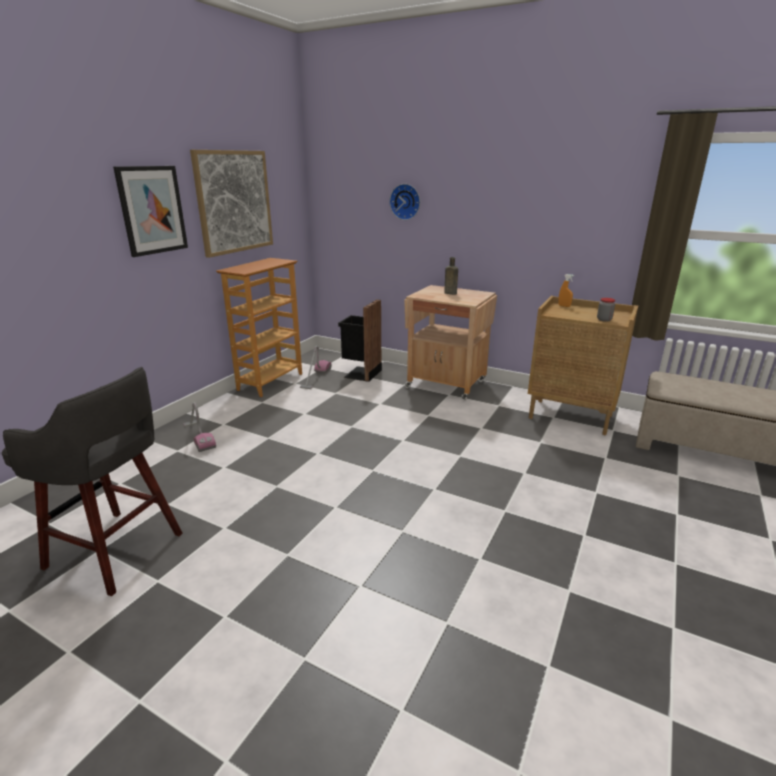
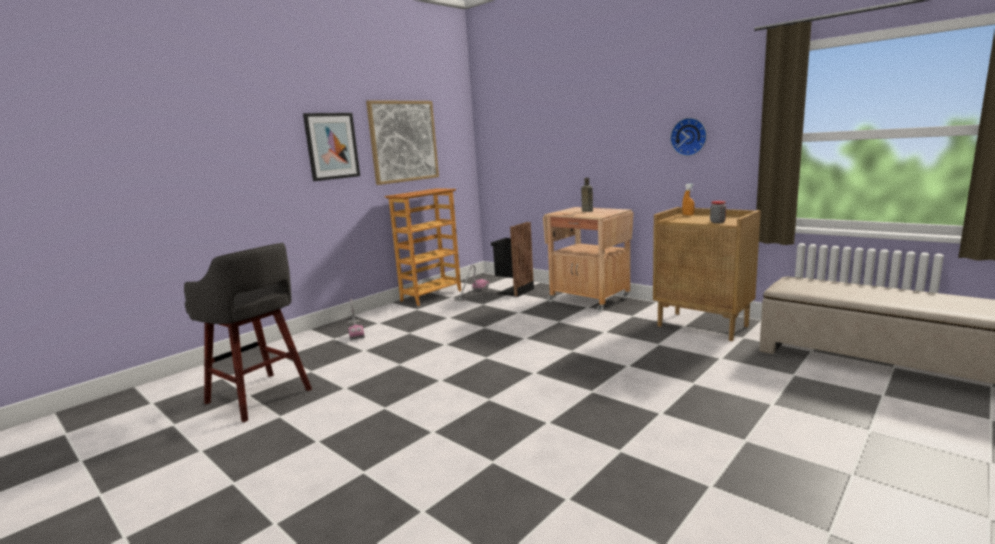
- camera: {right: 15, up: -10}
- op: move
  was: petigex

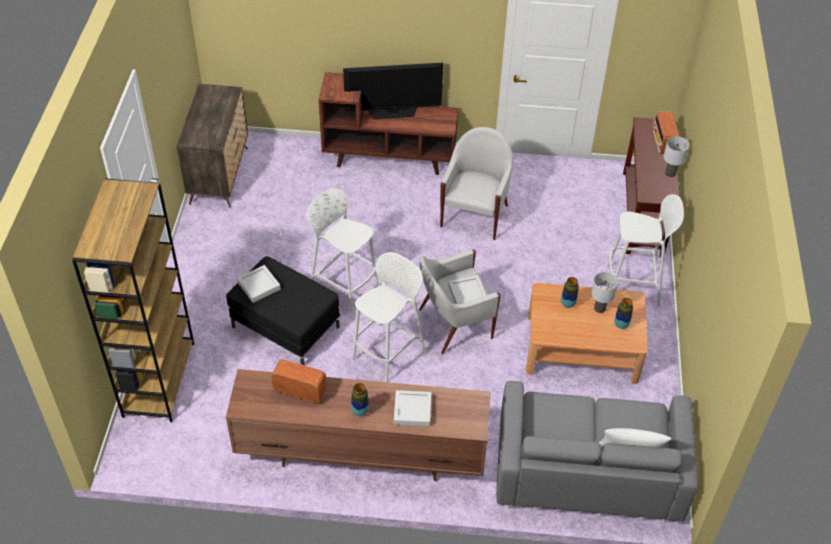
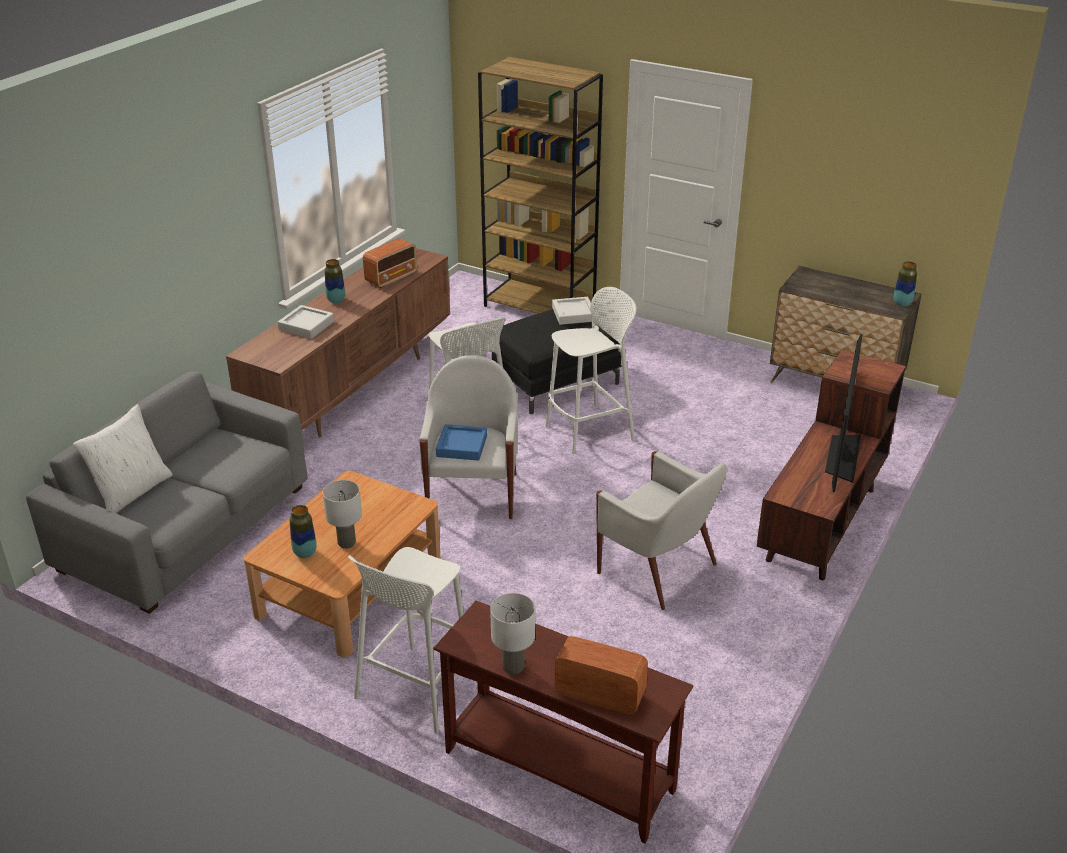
- camera: {right: 115, up: -15}
- op: recolor
  was: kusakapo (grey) (3rd from left)
  now: kusakapo (blue)
- op: move
  was: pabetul (2nd from left in the first image)
  now: pabetul (3rd from left)

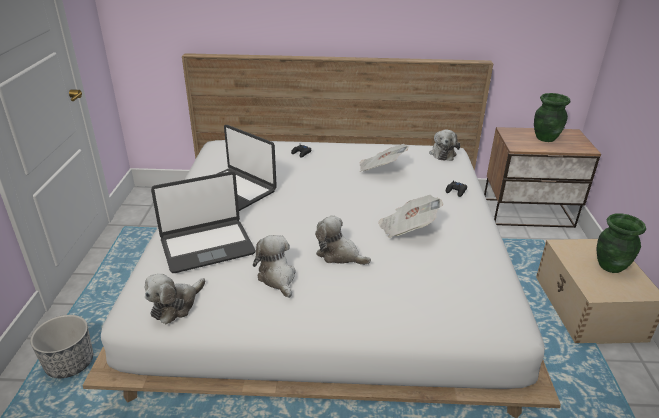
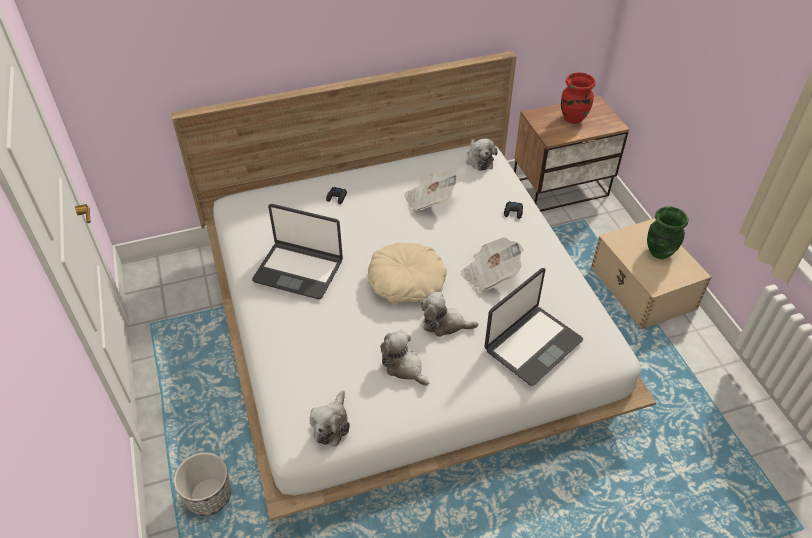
- camera: {right: -20, up: 15}
- op: insert
  now: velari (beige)
- op: move
  was: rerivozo (1st from left in the first image)
  now: rerivozo (2nd from left)
- op: recolor
  was: pabetul (green) (1st from left)
  now: pabetul (red)

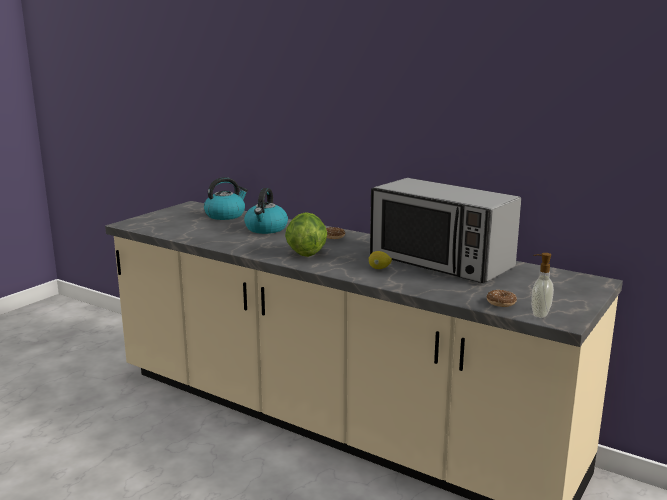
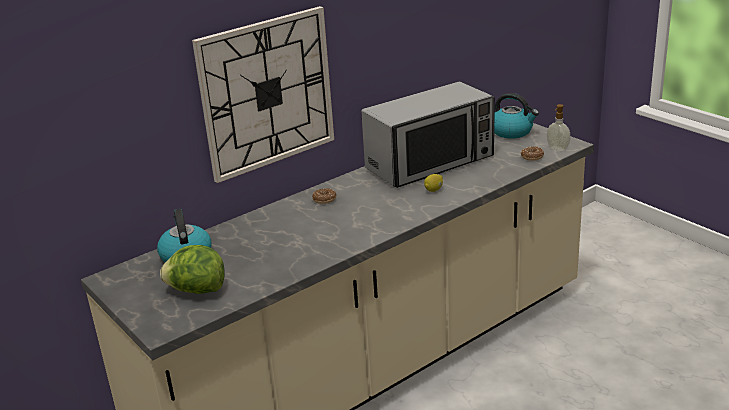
- camera: {right: -70, up: 10}
- op: move
  was: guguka
- op: insert
  now: petigex
- op: move
  was: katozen (2nd from left)

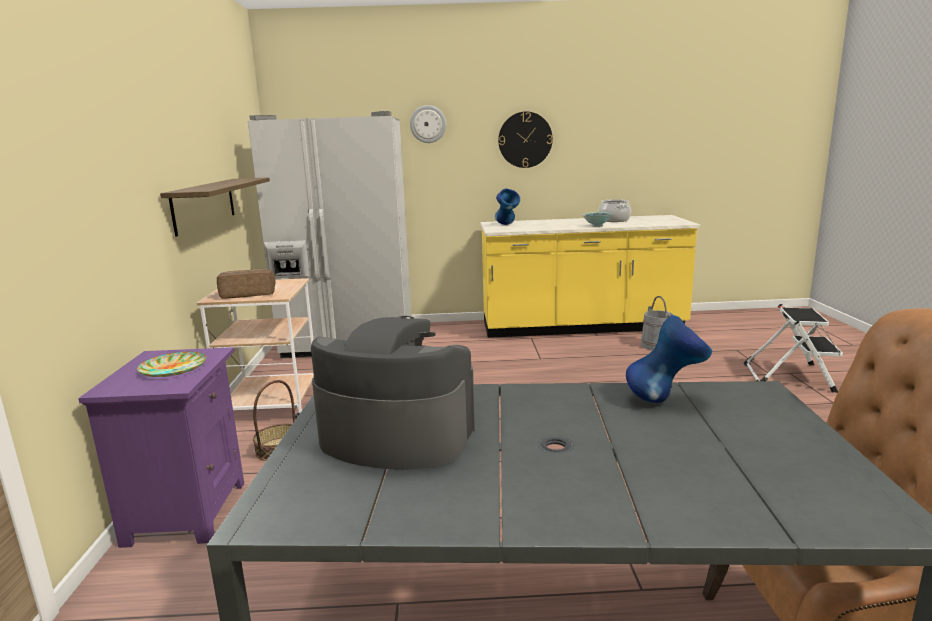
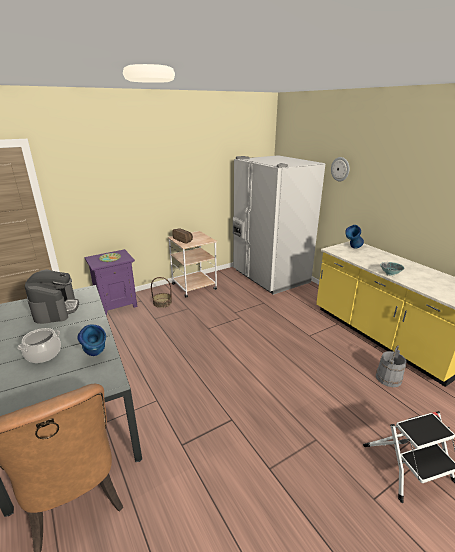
- camera: {right: 60, up: 10}
- op: move
  was: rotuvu
- op: delete
  was: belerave
- op: delete
  was: petigex (2nd from left)

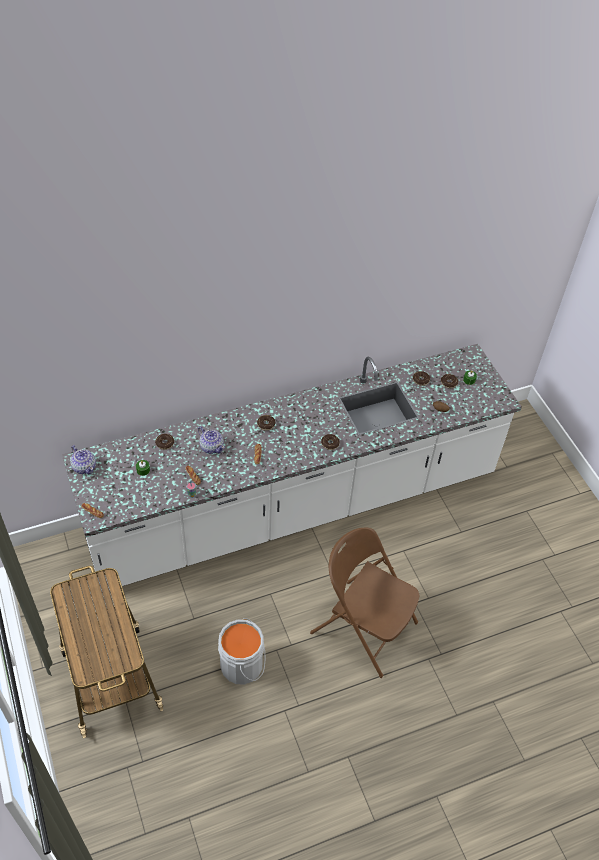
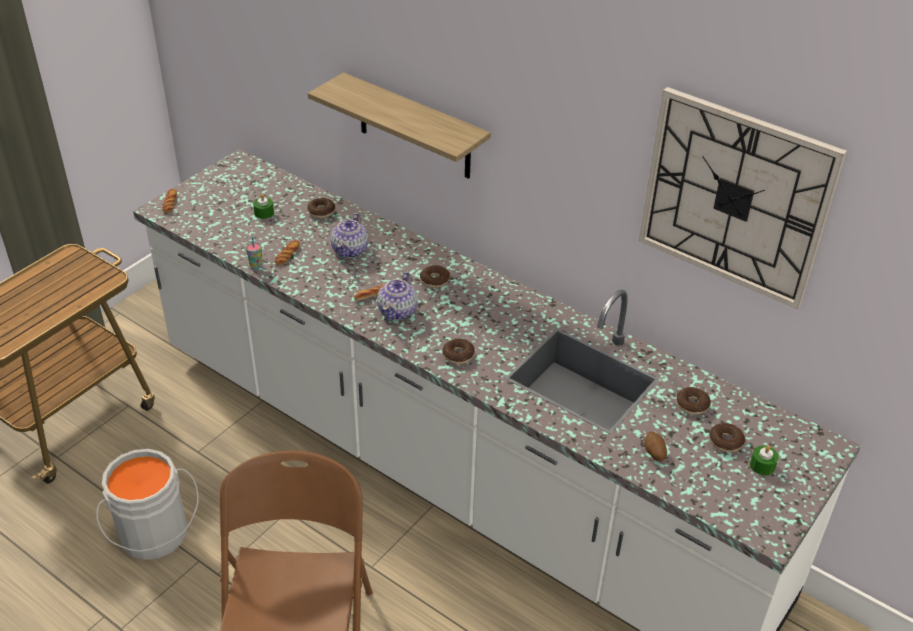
- camera: {right: 60, up: -10}
- op: insert
  now: belerave
- op: move
  was: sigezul (1st from left in the first image)
  now: sigezul (2nd from left)
- op: insert
  now: petigex

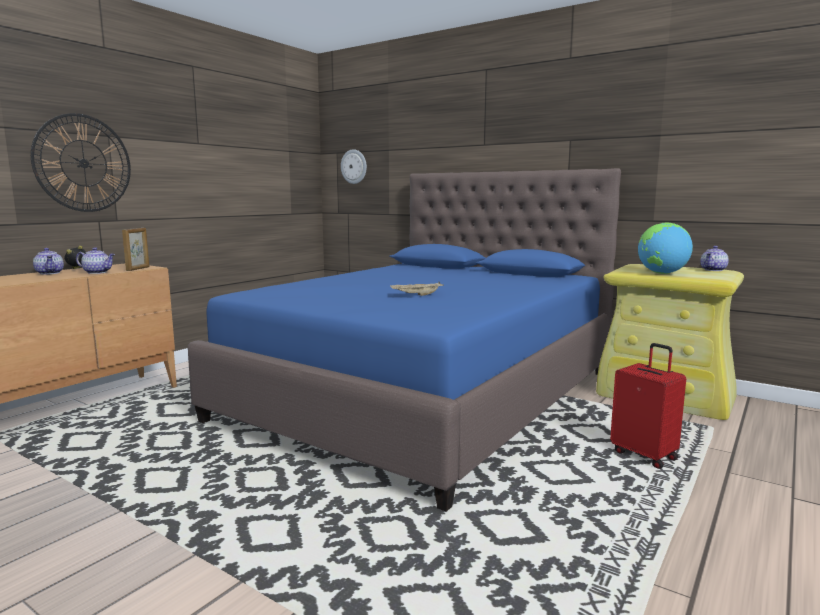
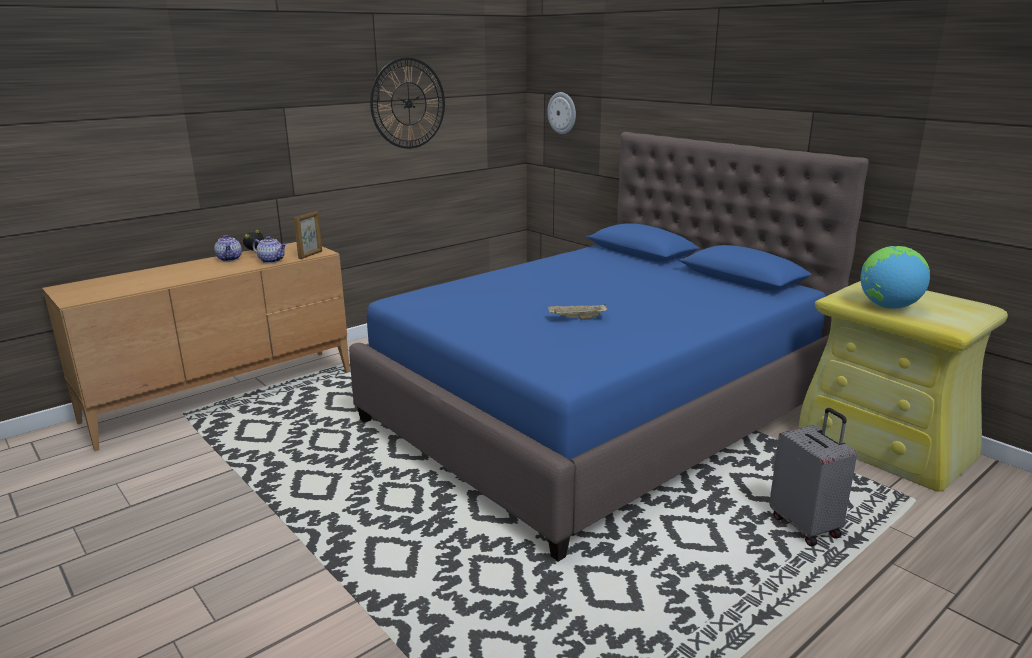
- camera: {right: 15, up: 10}
- op: move
  was: petigex (1st from left)
- op: recolor
  was: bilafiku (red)
  now: bilafiku (grey)
- op: delete
  was: sigezul (3rd from left)

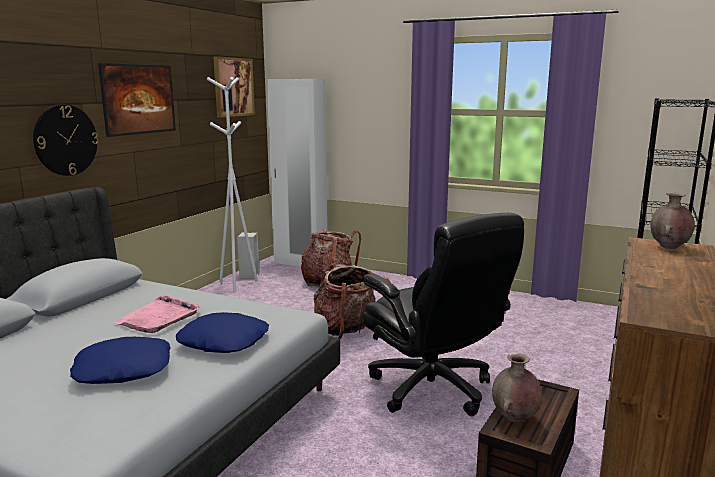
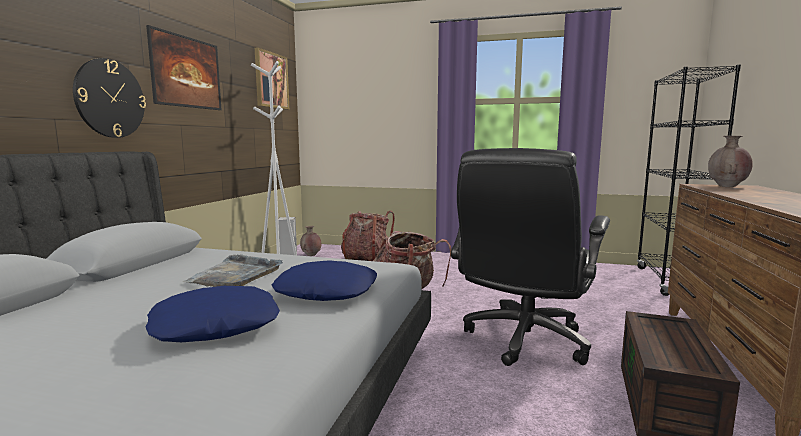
- camera: {right: -10, up: -5}
- op: recolor
  was: kusakapo (pink)
  now: kusakapo (grey)
- op: move
  was: pabetul (brown) (1st from left)
- op: rotate
  was: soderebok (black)
  clockwise: 75
- op: delete
  was: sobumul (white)

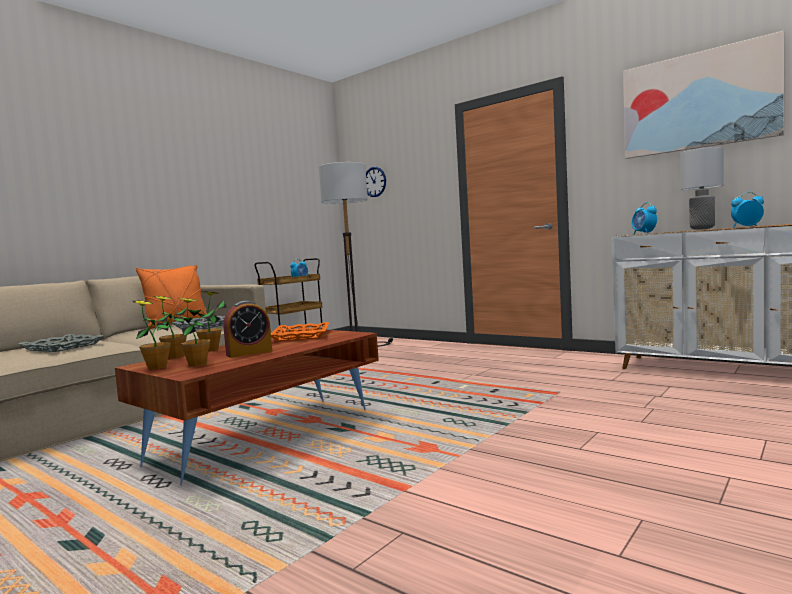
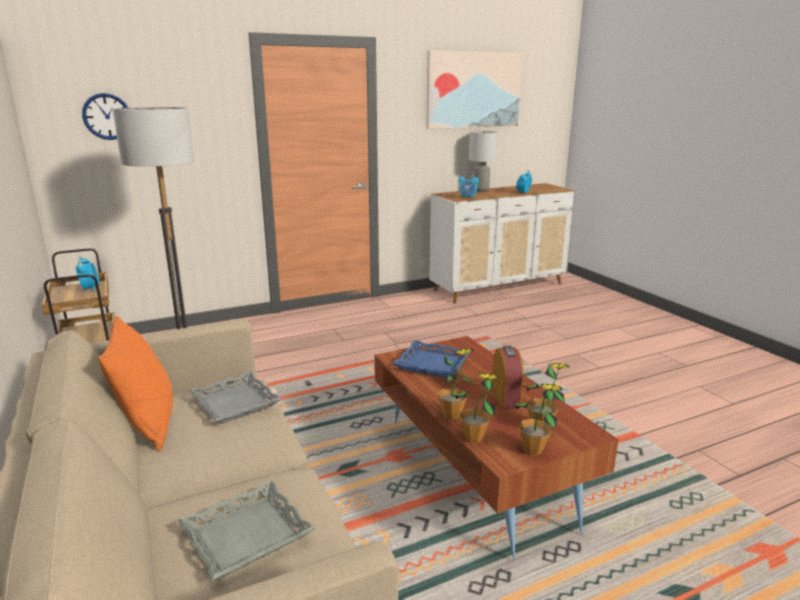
- camera: {right: -65, up: 15}
- op: recolor
  was: kusakapo (orange)
  now: kusakapo (blue)

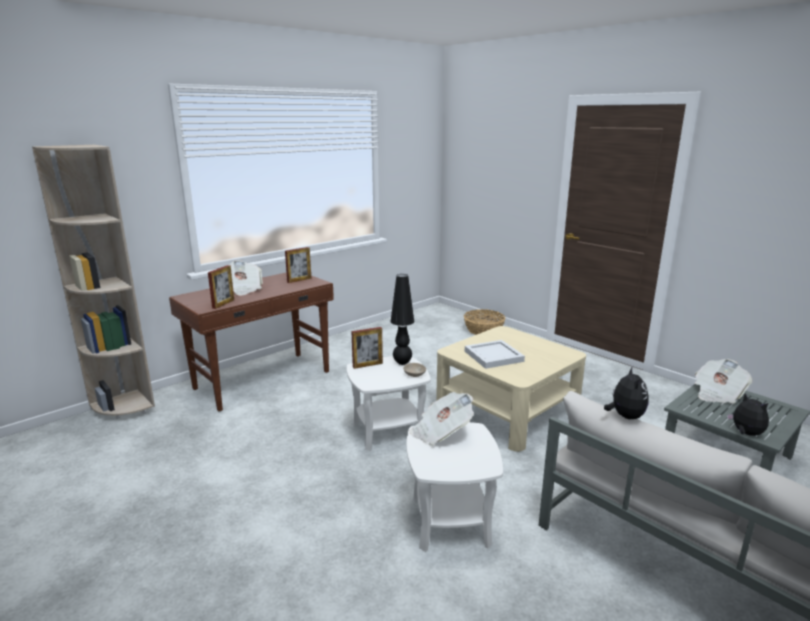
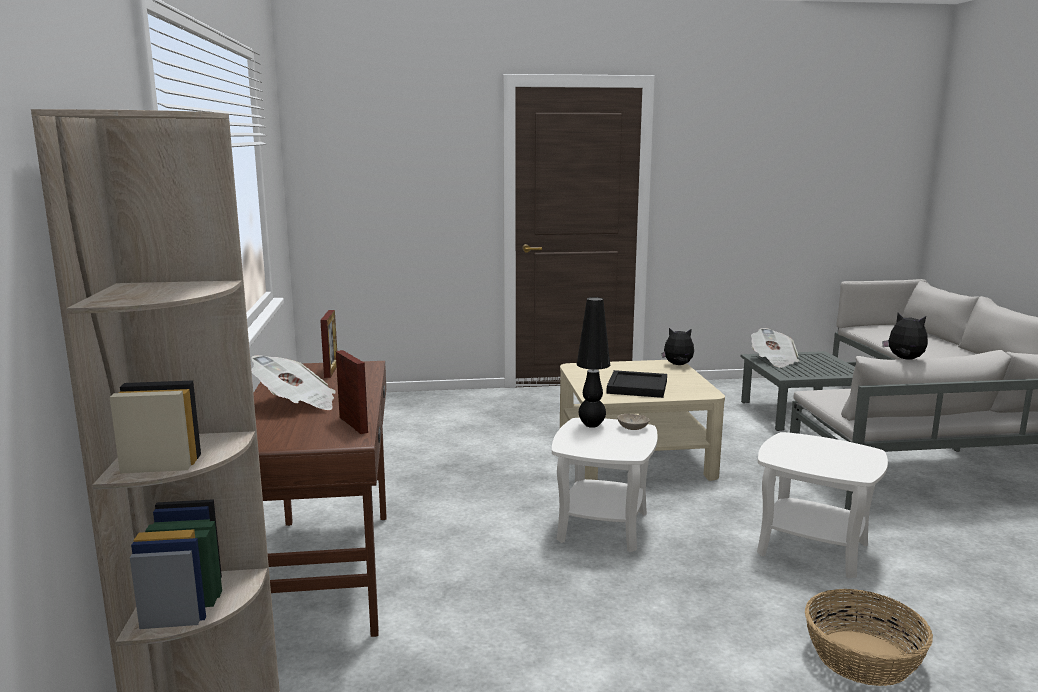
- camera: {right: -55, up: -5}
- op: recolor
  was: kusakapo (white)
  now: kusakapo (black)
- op: move
  was: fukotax (2nd from left in the first image)
  now: fukotax (1st from left)
- op: move
  was: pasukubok
- op: delete
  was: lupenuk (3rd from left)
- op: delete
  was: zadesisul (2nd from left)

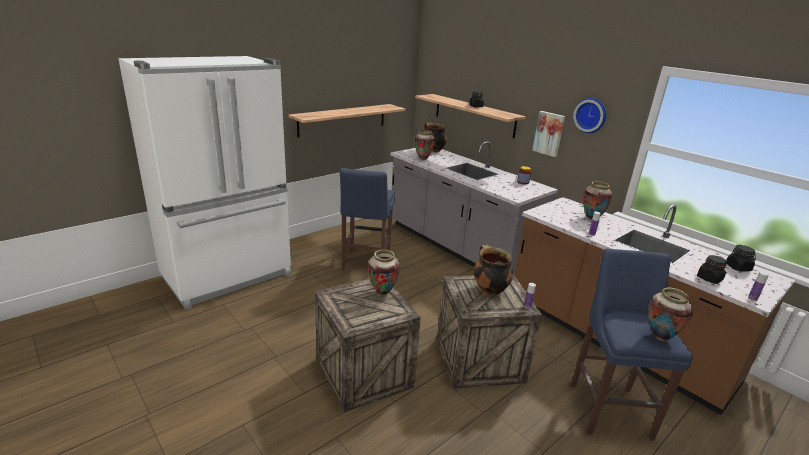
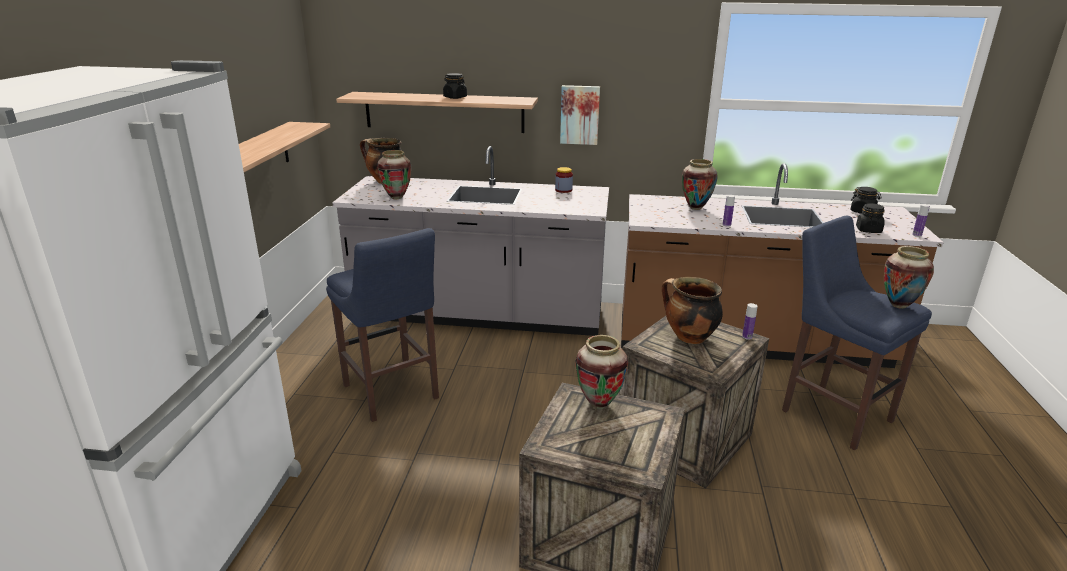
- camera: {right: -40, up: 0}
- op: delete
  was: petigex

